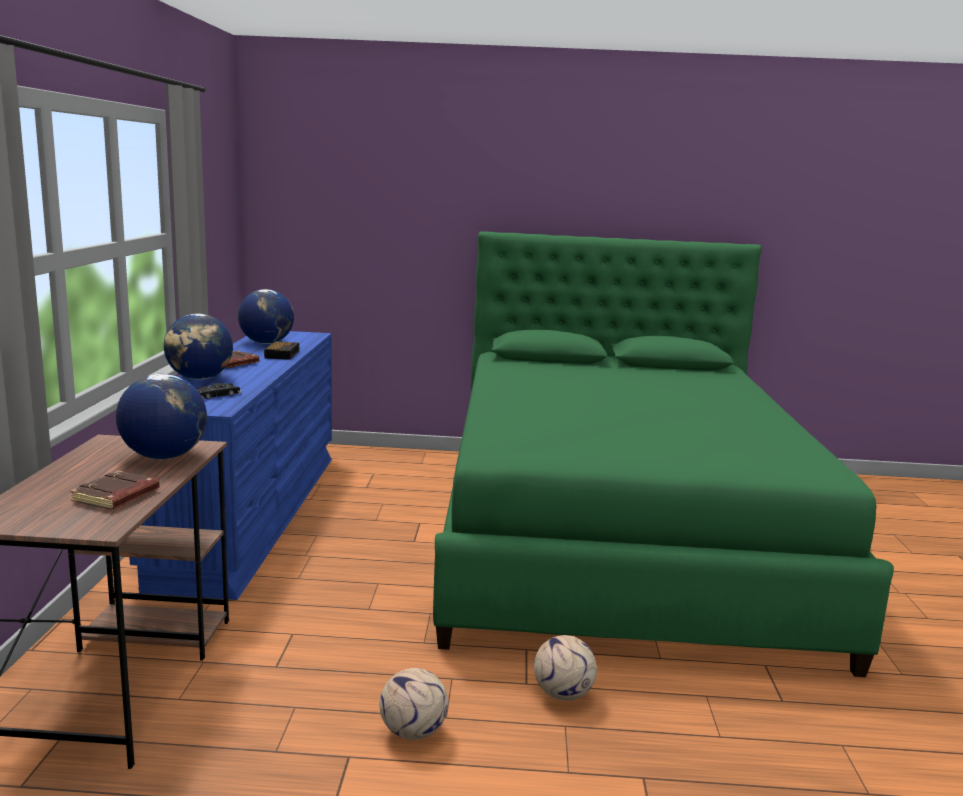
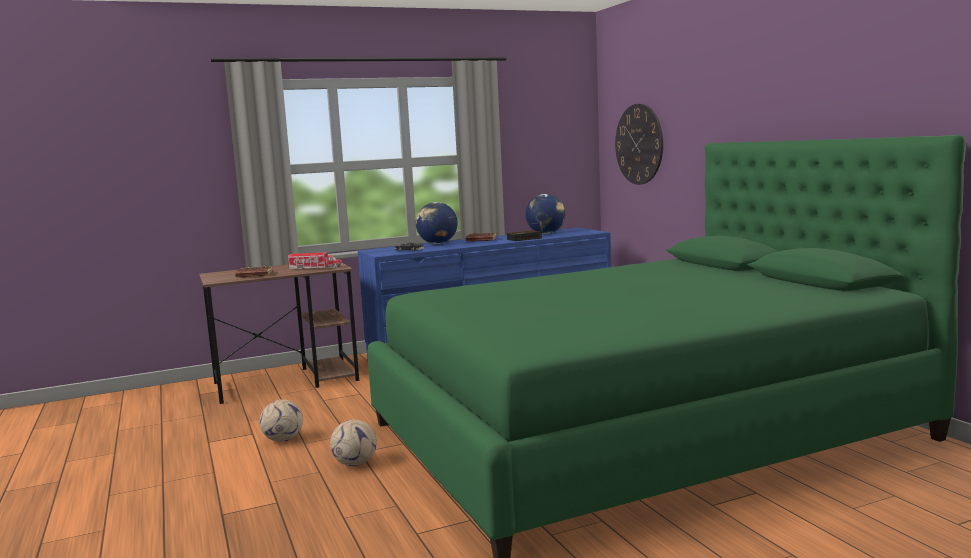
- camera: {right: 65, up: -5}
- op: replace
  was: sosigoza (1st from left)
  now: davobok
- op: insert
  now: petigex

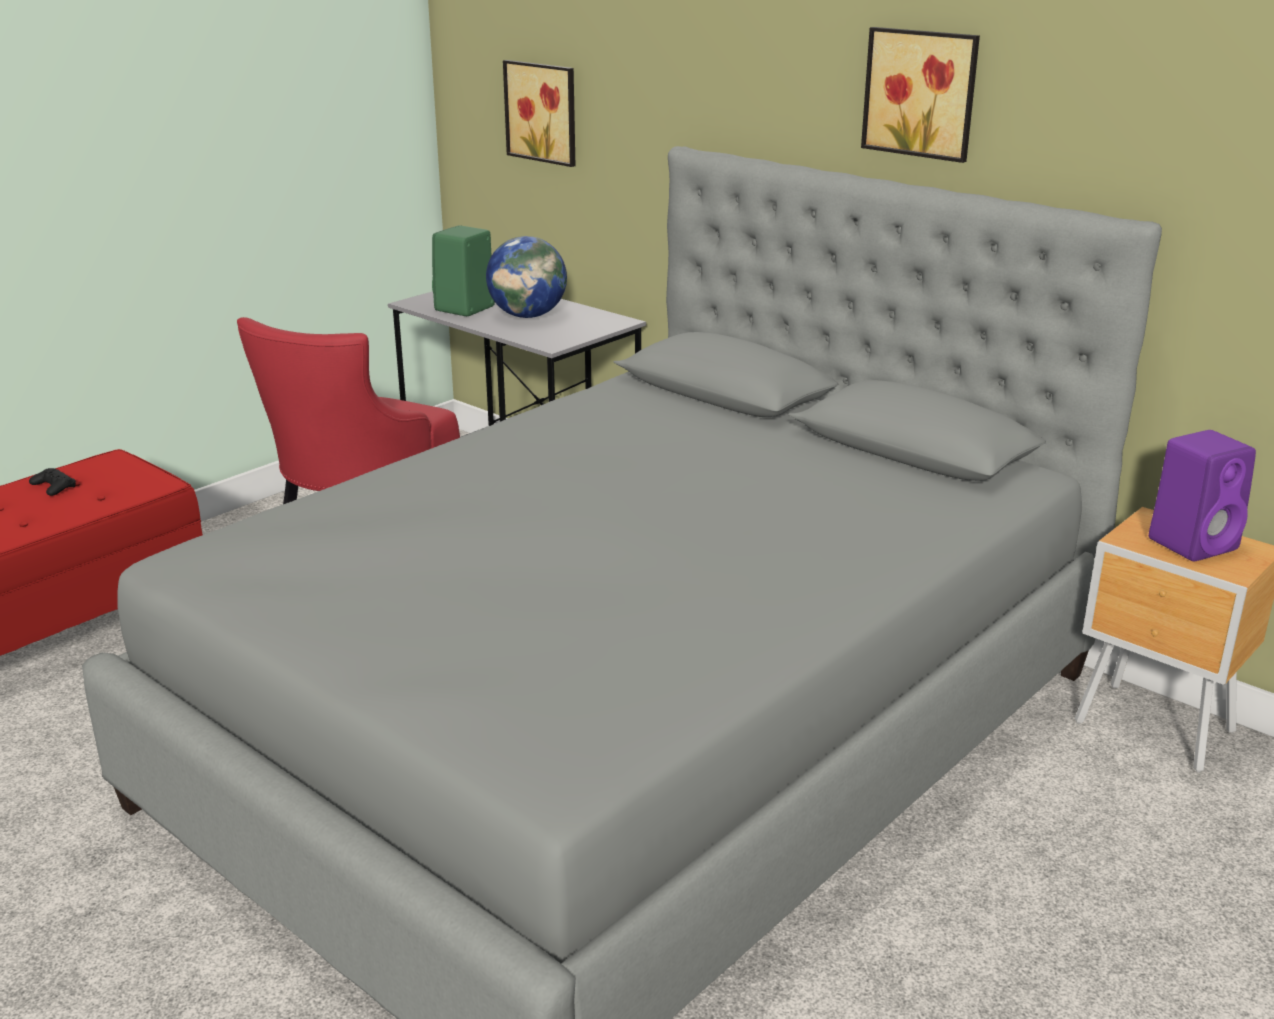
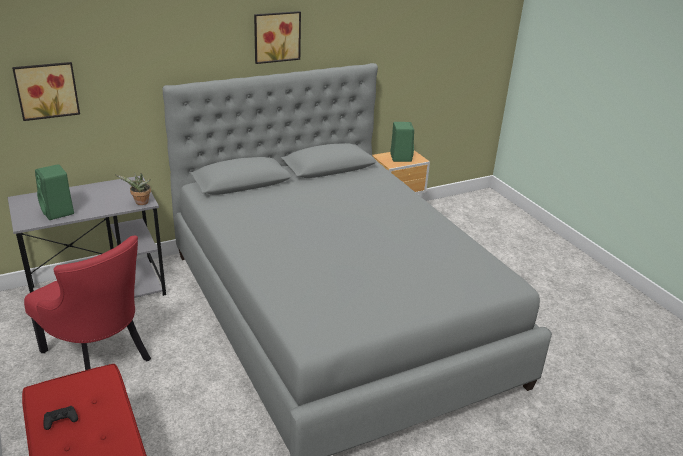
- camera: {right: -70, up: 5}
- op: insert
  now: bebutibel
- op: recolor
  was: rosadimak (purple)
  now: rosadimak (green) (2nd from left)
- op: delete
  was: sosigoza

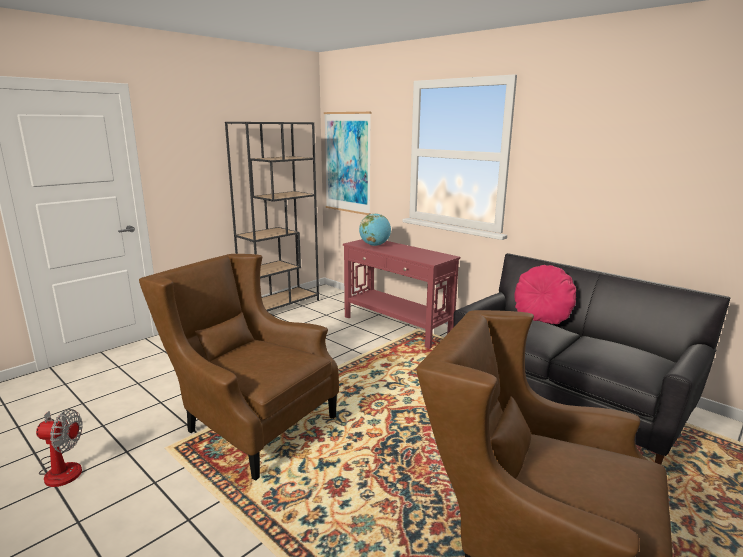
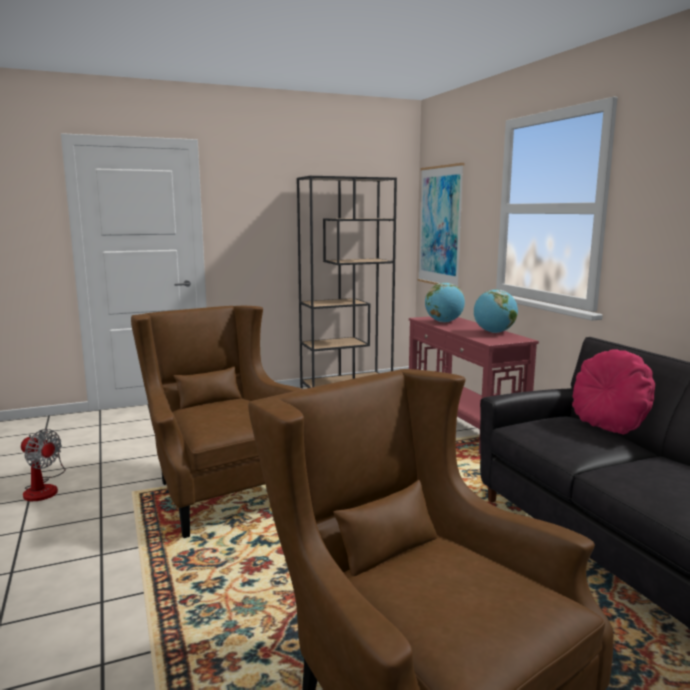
- camera: {right: 25, up: -5}
- op: insert
  now: sosigoza (2nd from left)

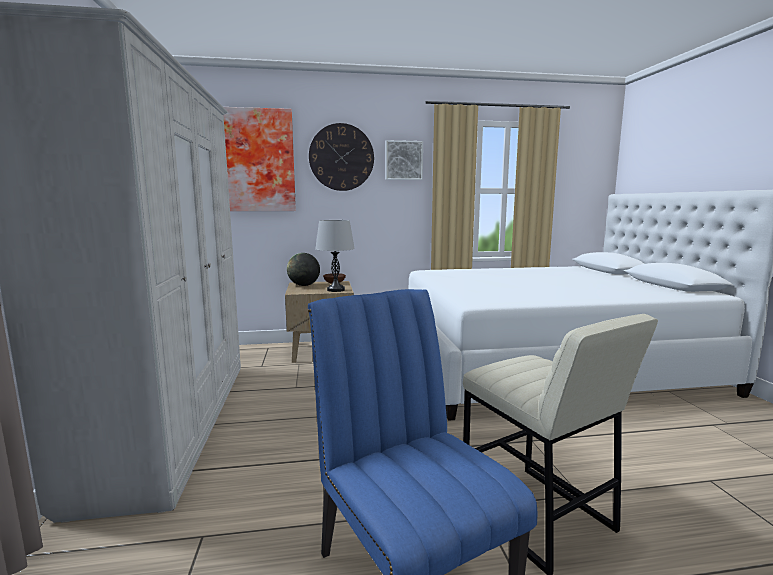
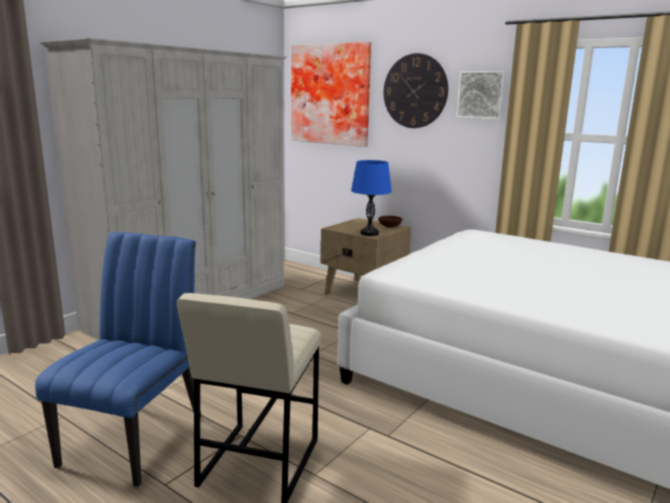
- camera: {right: 45, up: 5}
- op: recolor
  was: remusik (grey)
  now: remusik (blue)
- op: delete
  was: sosigoza

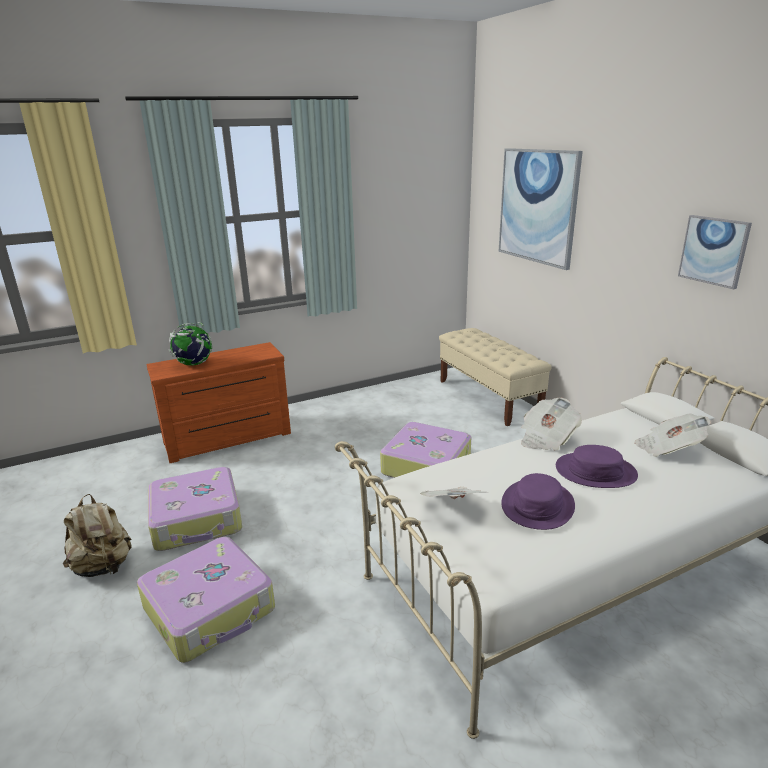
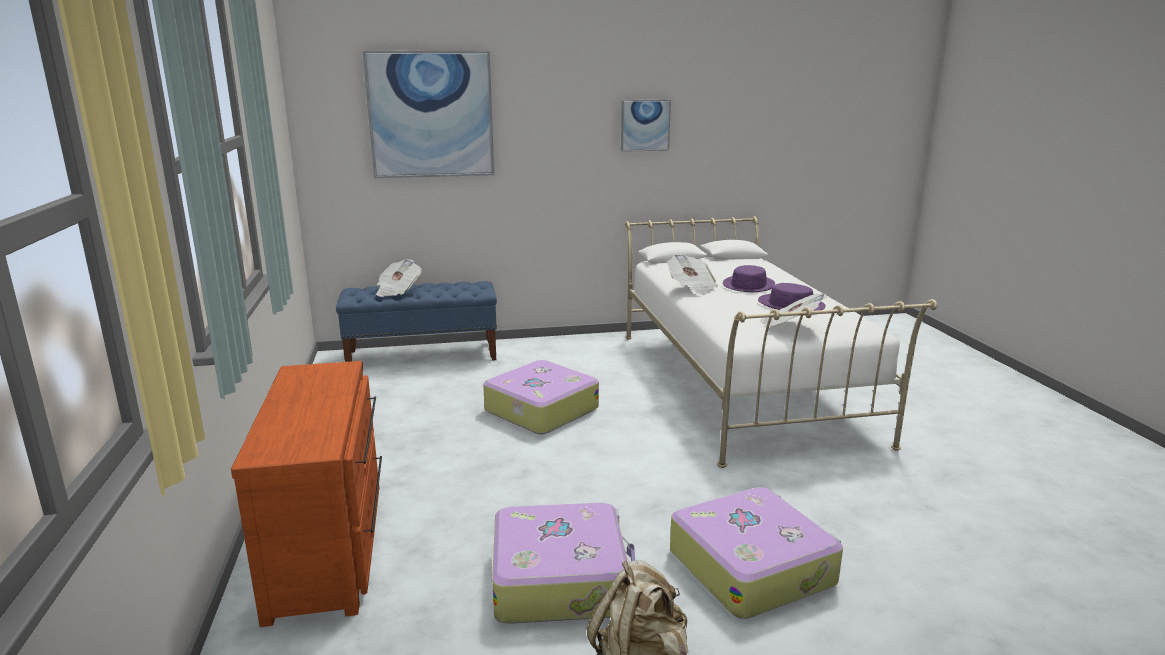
- camera: {right: -75, up: -5}
- op: recolor
  was: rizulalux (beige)
  now: rizulalux (blue)
- op: move
  was: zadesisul (3rd from left in the first image)
  now: zadesisul (1st from left)
- op: delete
  was: sosigoza

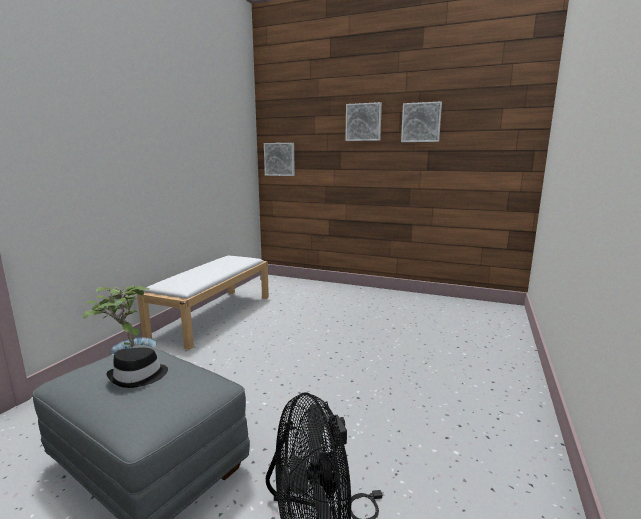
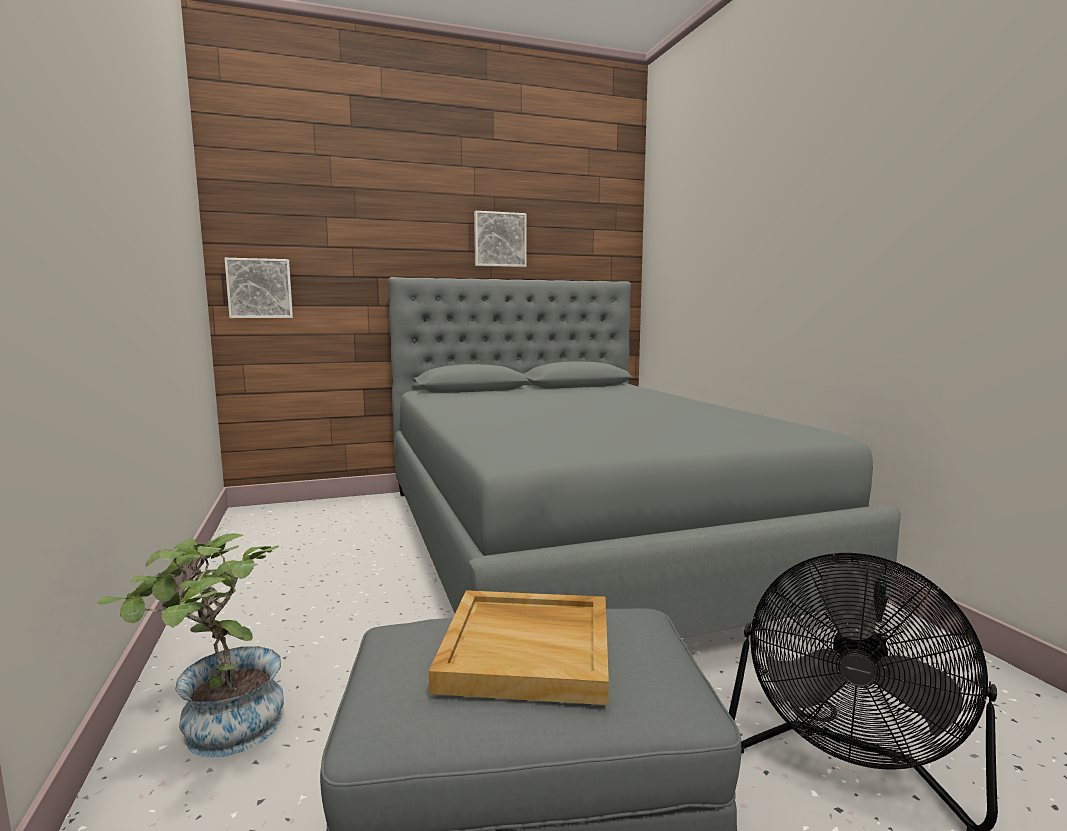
- camera: {right: -40, up: -5}
- op: insert
  now: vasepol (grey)
- op: replace
  was: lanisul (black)
  now: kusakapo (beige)
- op: delete
  was: rizulalux (white)
- op: delete
  was: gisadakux (2nd from left)

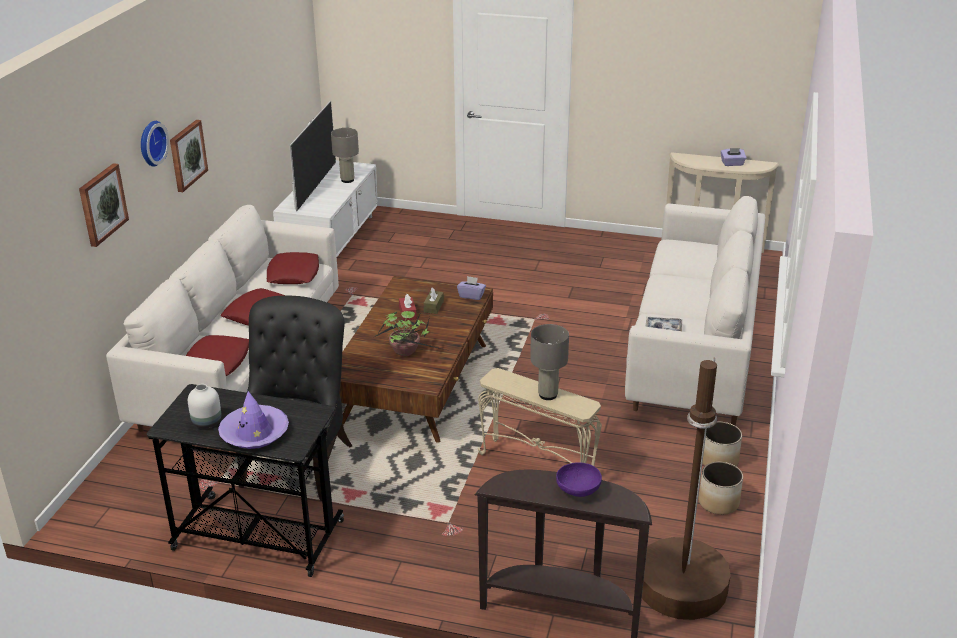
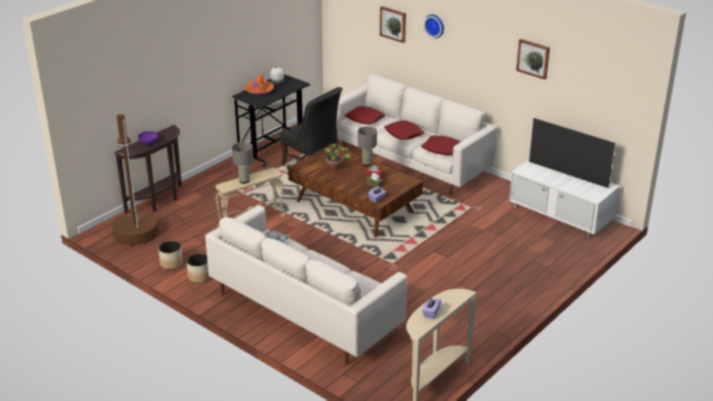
- camera: {right: 115, up: 0}
- op: recolor
  was: lanisul (purple)
  now: lanisul (orange)
- op: move
  was: remusik (grey) (1st from left in the first image)
  now: remusik (grey) (2nd from left)
- op: move
  was: gisadakux (2nd from left)

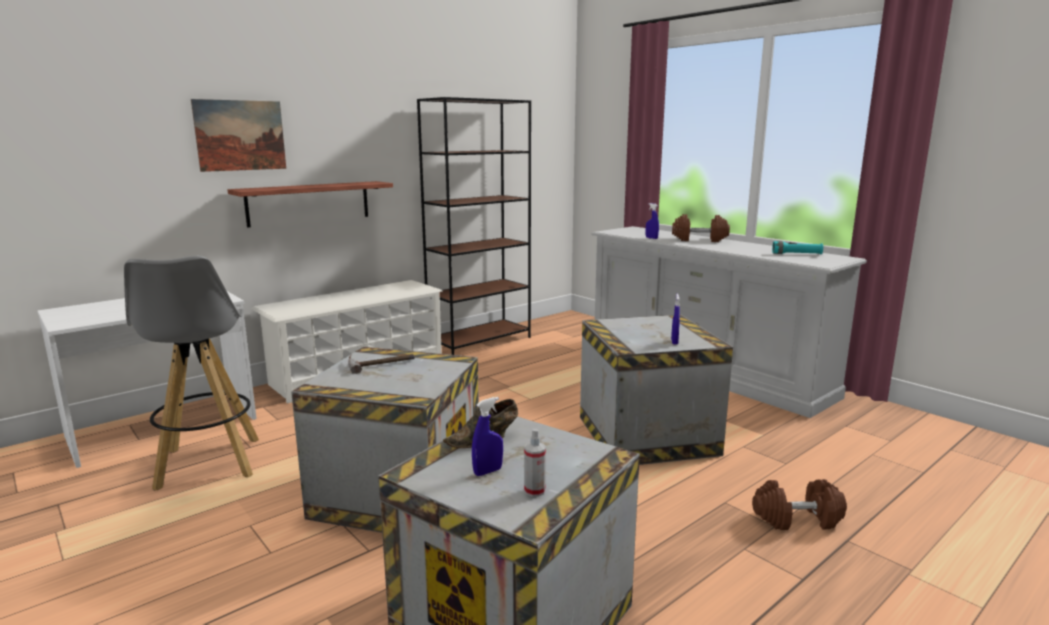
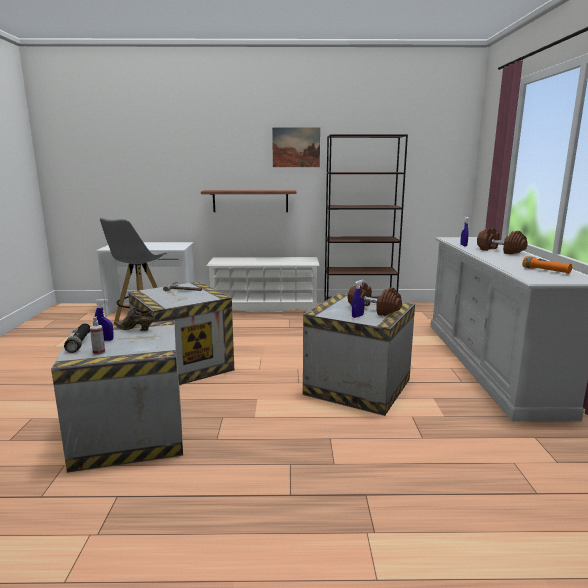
- camera: {right: 40, up: 0}
- op: insert
  now: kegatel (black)
- op: move
  was: gisadakux
- op: move
  was: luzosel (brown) (2nd from left in the first image)
  now: luzosel (brown) (1st from left)
- op: recolor
  was: kegatel (turquoise)
  now: kegatel (orange)

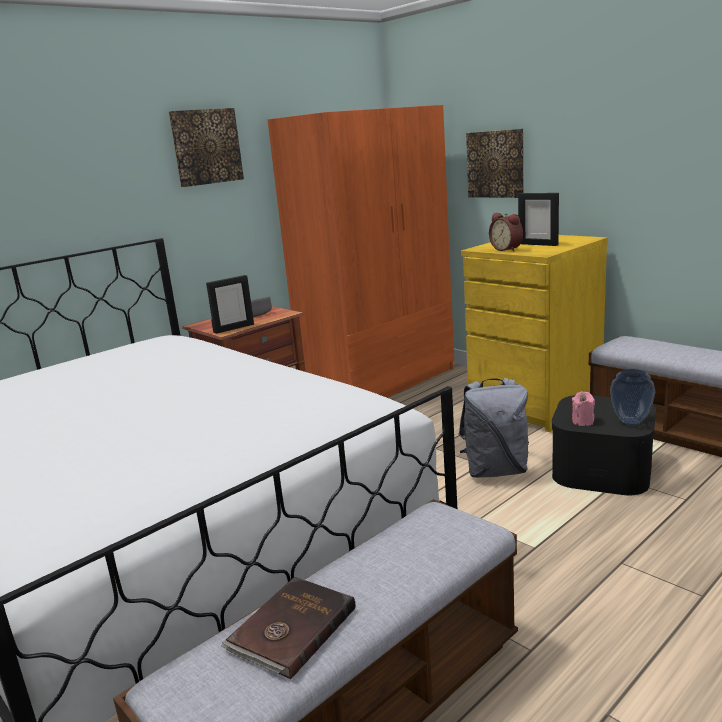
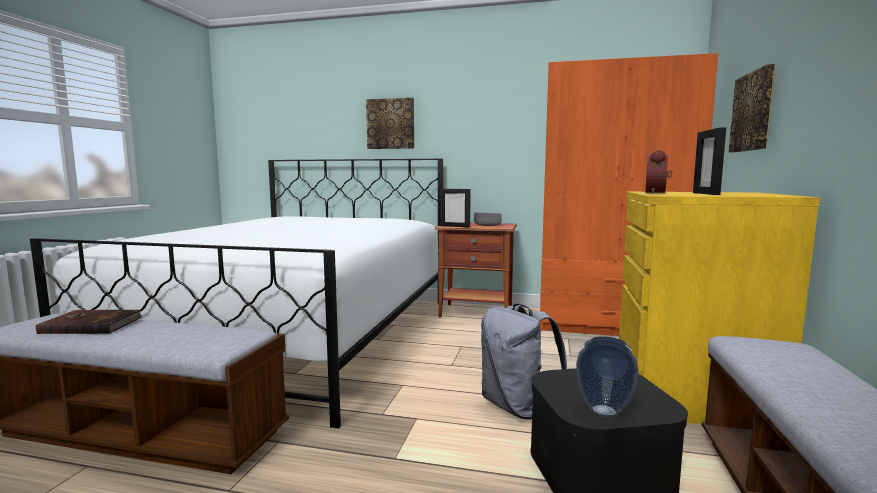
- camera: {right: 55, up: -10}
- op: move
  was: gisadakux (1st from left)
- op: delete
  was: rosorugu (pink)

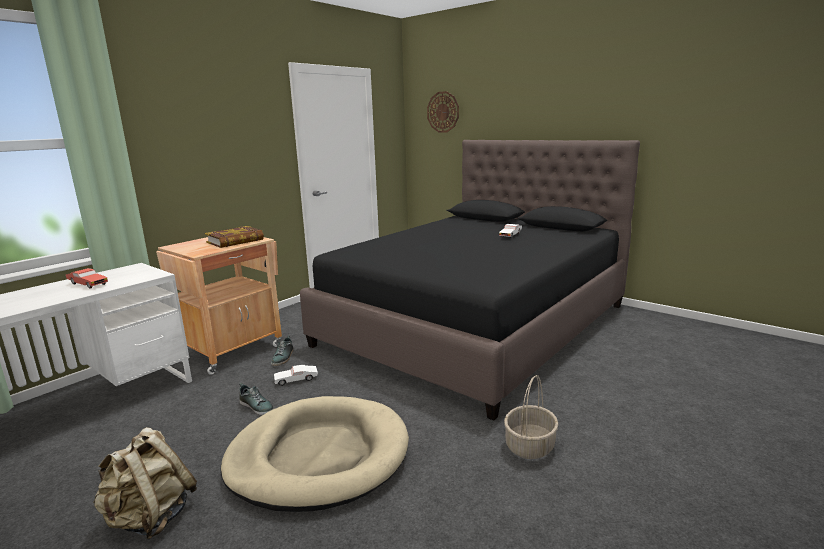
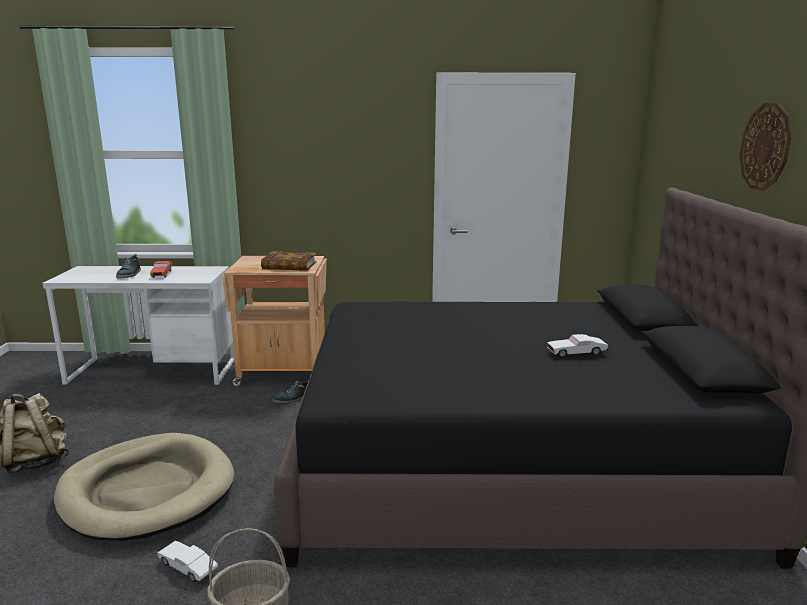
- camera: {right: 50, up: 0}
- op: move
  was: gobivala (1st from left)
- op: move
  was: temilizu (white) (1st from left)
- op: move
  was: petigex

